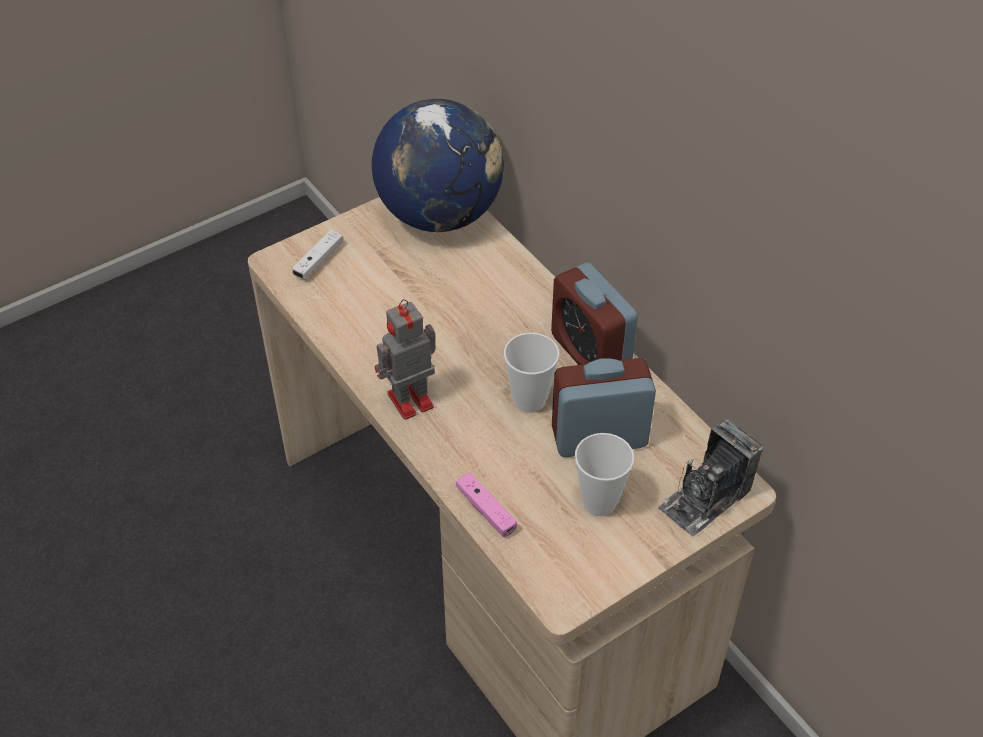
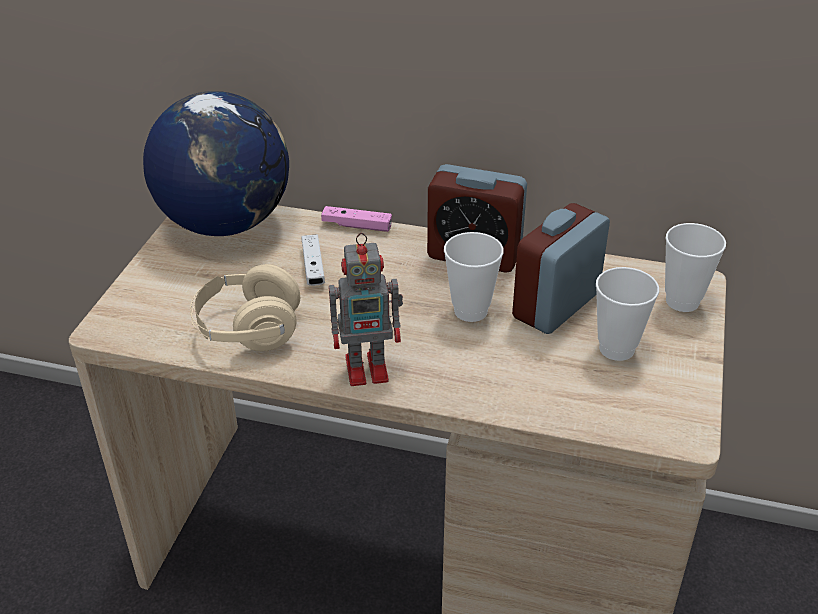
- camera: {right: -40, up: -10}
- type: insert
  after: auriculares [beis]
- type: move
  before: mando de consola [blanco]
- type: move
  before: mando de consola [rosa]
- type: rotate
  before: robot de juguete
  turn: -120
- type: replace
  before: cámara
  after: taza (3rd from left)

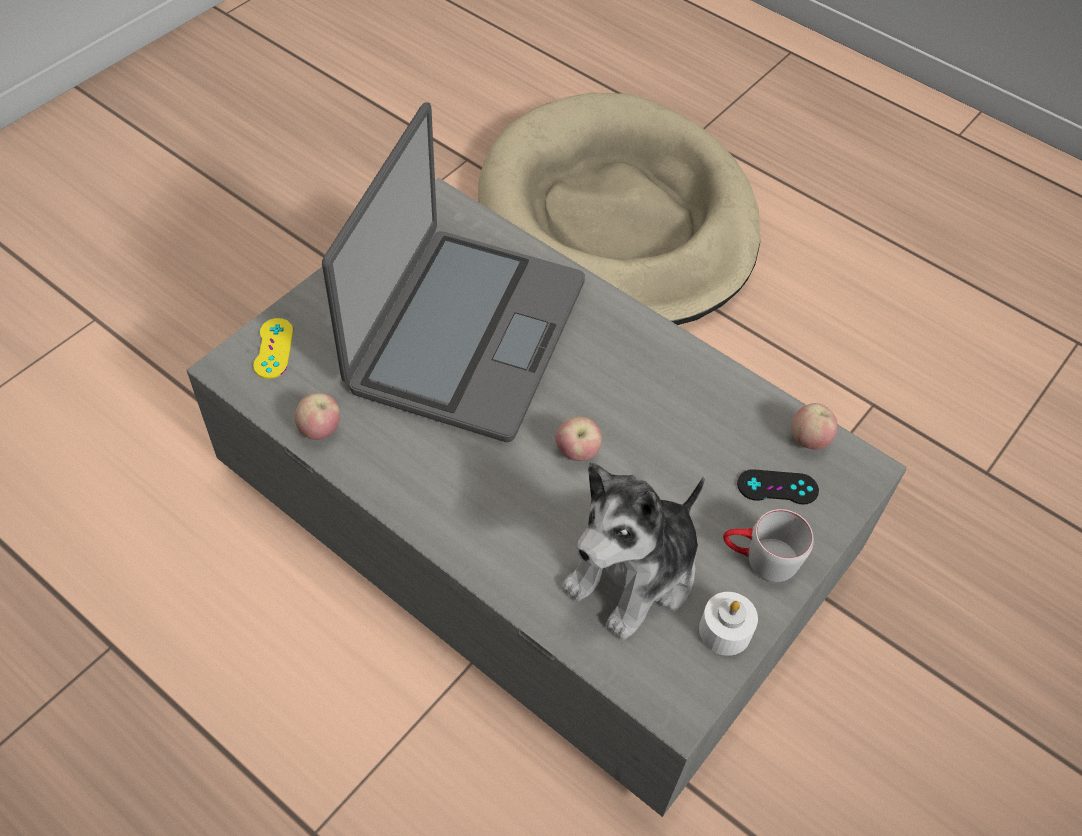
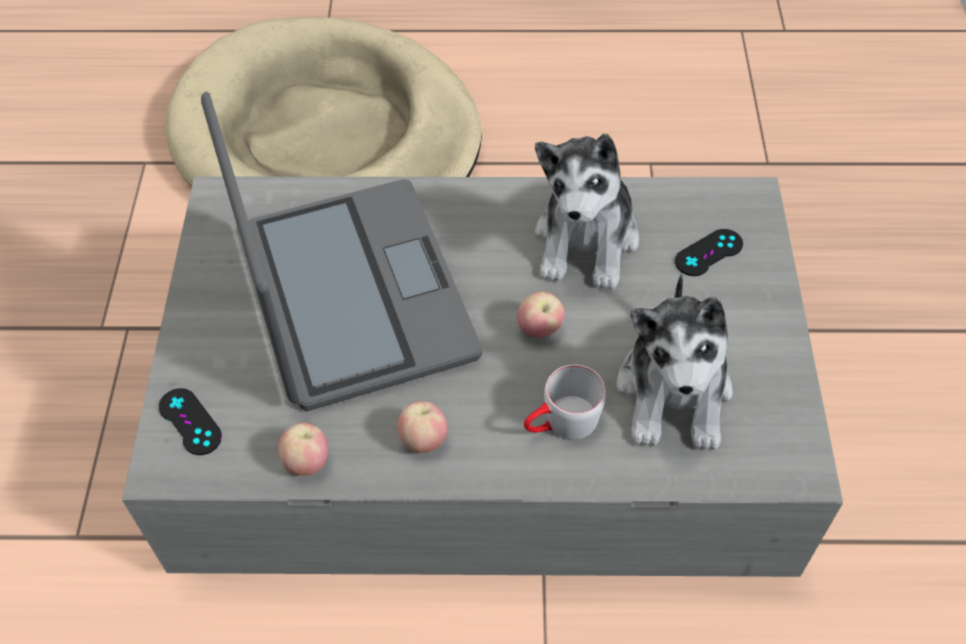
- camera: {right: -35, up: 0}
- type: recolor
  before: mando de consola [amarillo]
  after: mando de consola [negro] (1st from left)
- type: move
  before: manzana (3rd from left in the first image)
  after: manzana (2nd from left)
- type: move
  before: taza grande [gris]
- type: insert
  after: peluche (1st from left)
- type: delete
  before: vela [blanco]

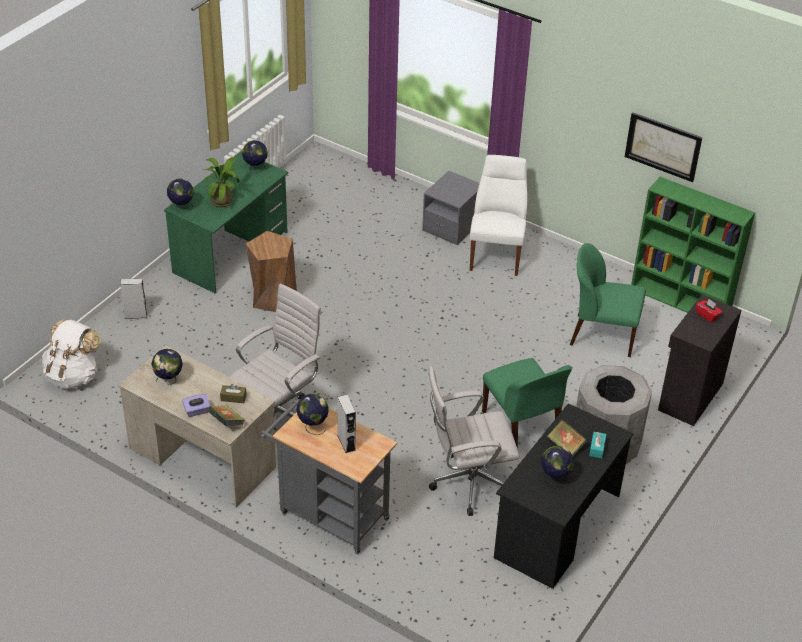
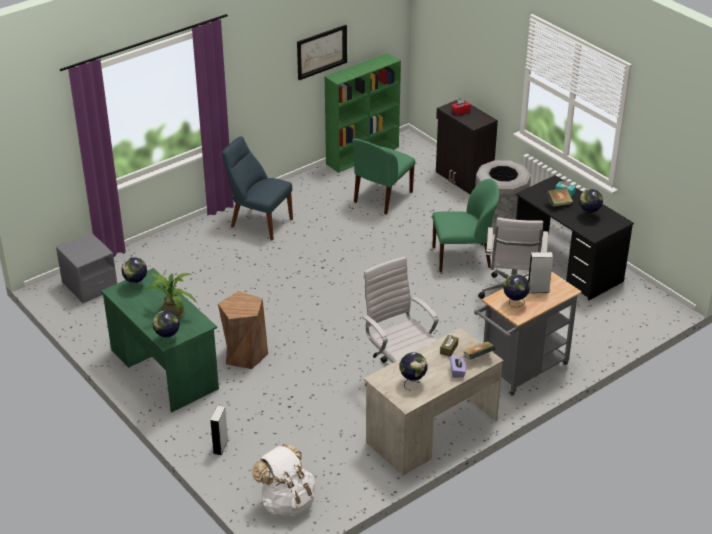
- camera: {right: -70, up: -5}
- type: move
  before: mesita de noche [gris]
- type: recolor
  before: silla [blanco]
  after: silla [azul]

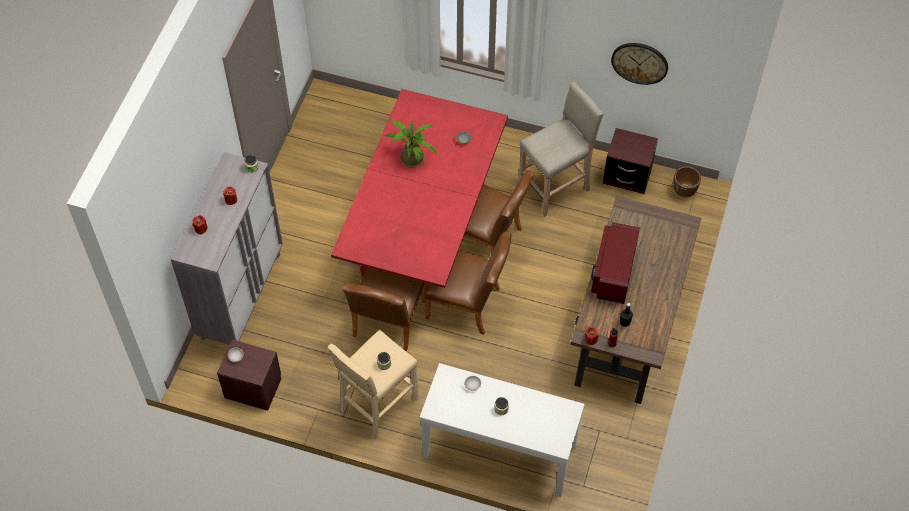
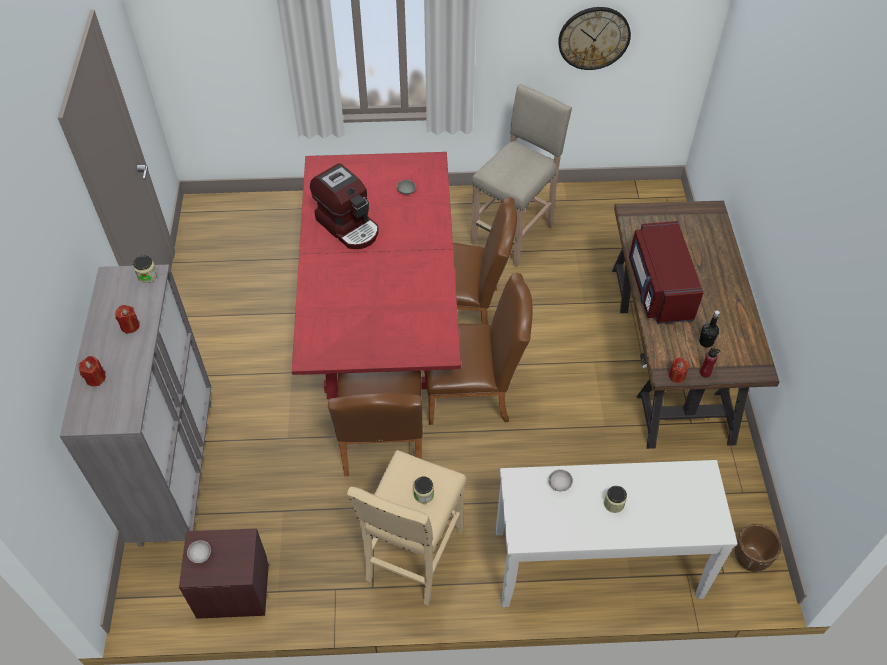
- camera: {right: -20, up: -5}
- type: replace
  before: planta en maceta
  after: cafetera
- type: move
  before: maceta [marrón]
- type: delete
  before: mesita de noche [marrón] (2nd from left)

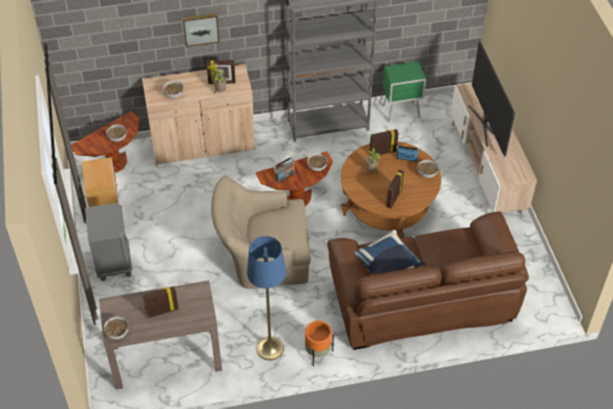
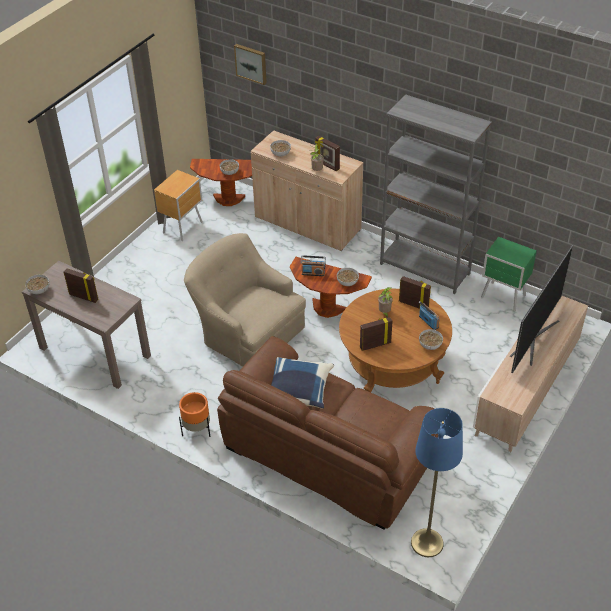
- camera: {right: 45, up: -5}
- type: move
  before: cuadro
- type: move
  before: lámpara de pie [azul]
- type: delete
  before: mesita de noche [gris]

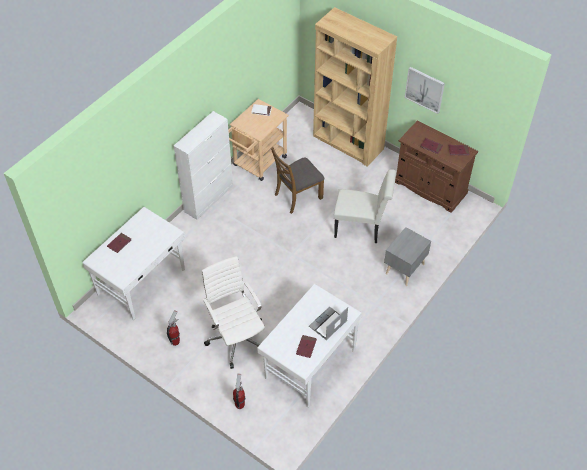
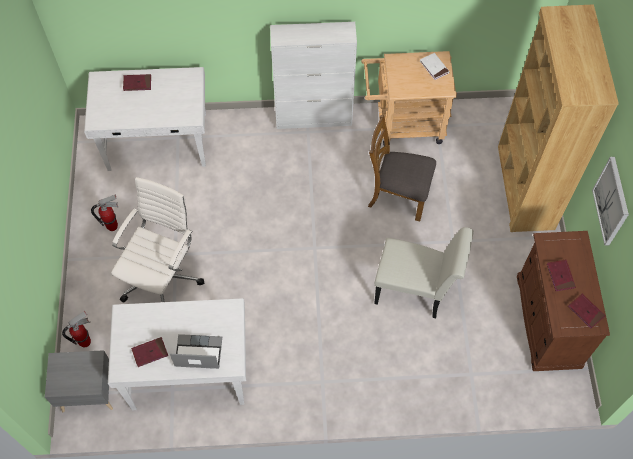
- camera: {right: 50, up: 10}
- type: move
  before: mesita de noche [gris]
- type: rotate
  before: silla [blanco]
  turn: -45

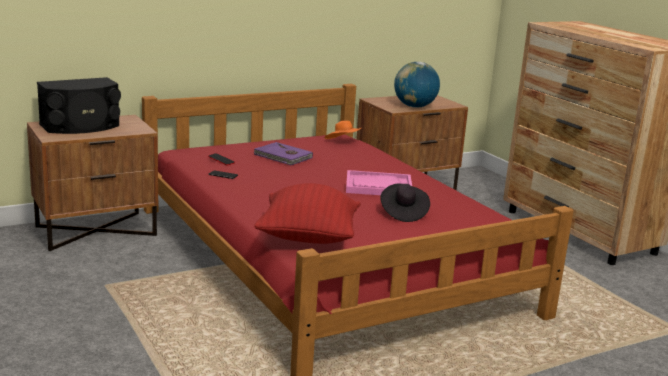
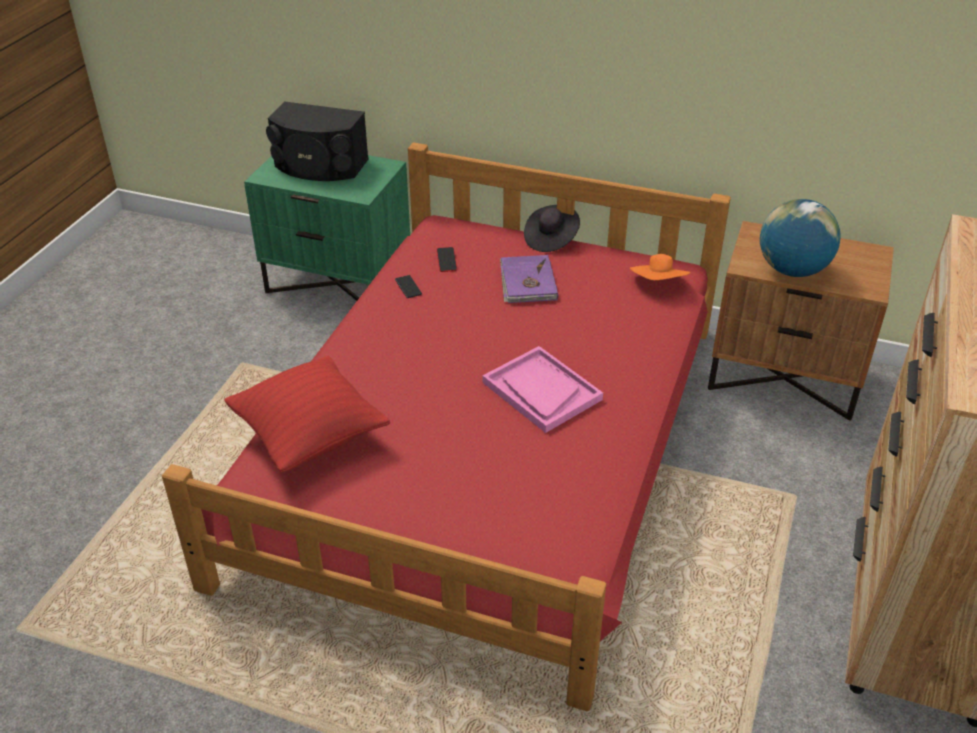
- camera: {right: 50, up: 20}
- type: recolor
  before: mesita de noche [marrón] (1st from left)
  after: mesita de noche [verde]
- type: move
  before: sombrero [negro]

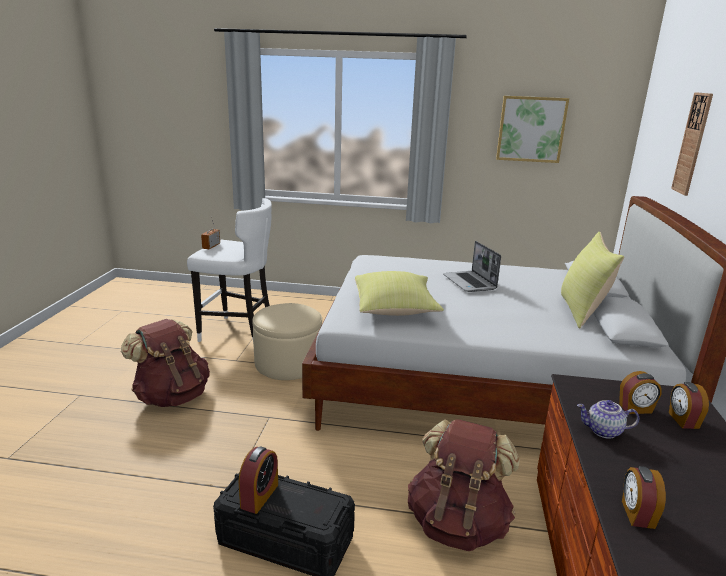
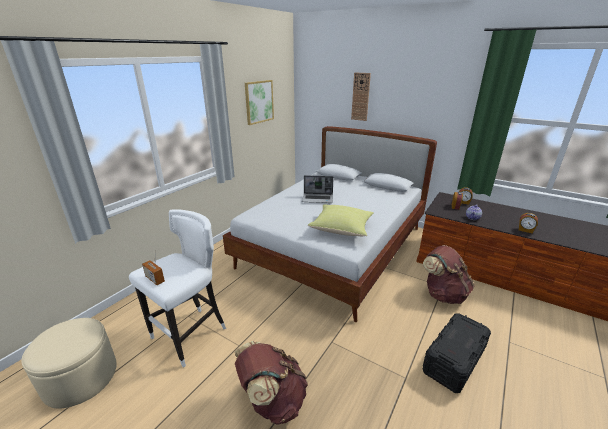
- camera: {right: -65, up: 5}
- type: move
  before: puf [beis]
- type: delete
  before: despertador (1st from left)
- type: delete
  before: cojín [amarillo] (2nd from left)

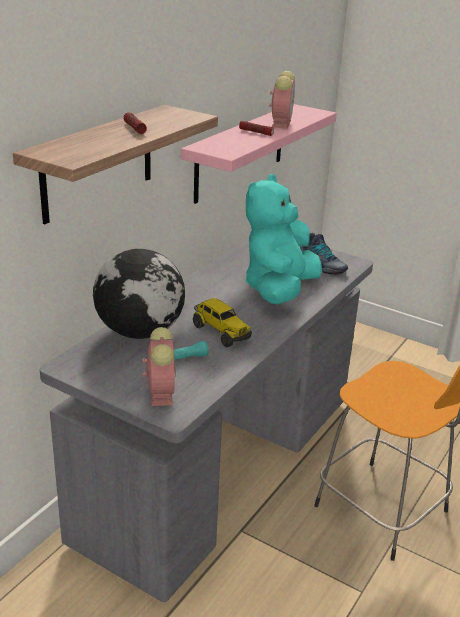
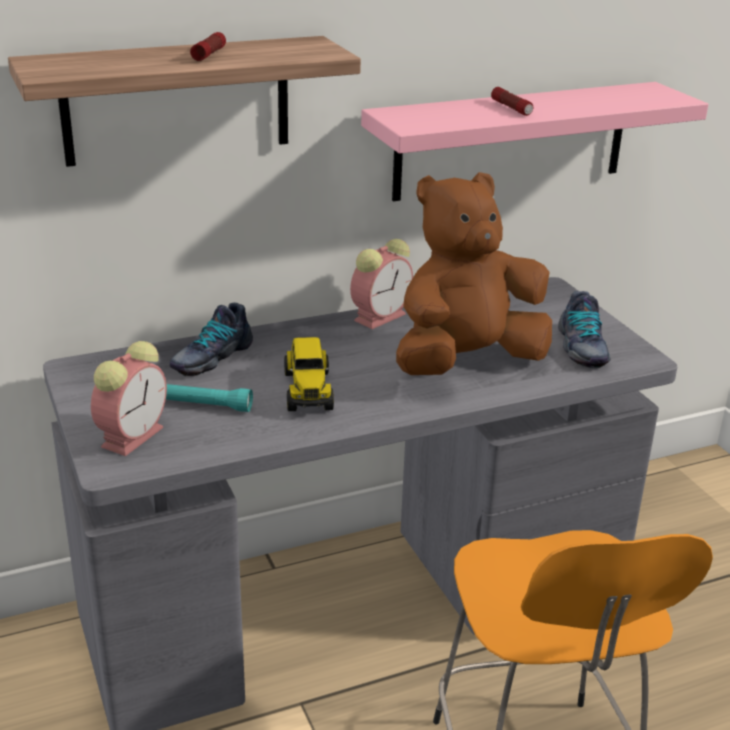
- camera: {right: 35, up: 0}
- type: replace
  before: globo terráqueo
  after: zapato (1st from left)
- type: move
  before: despertador (2nd from left)
- type: recolor
  before: peluche [turquesa]
  after: peluche [marrón]

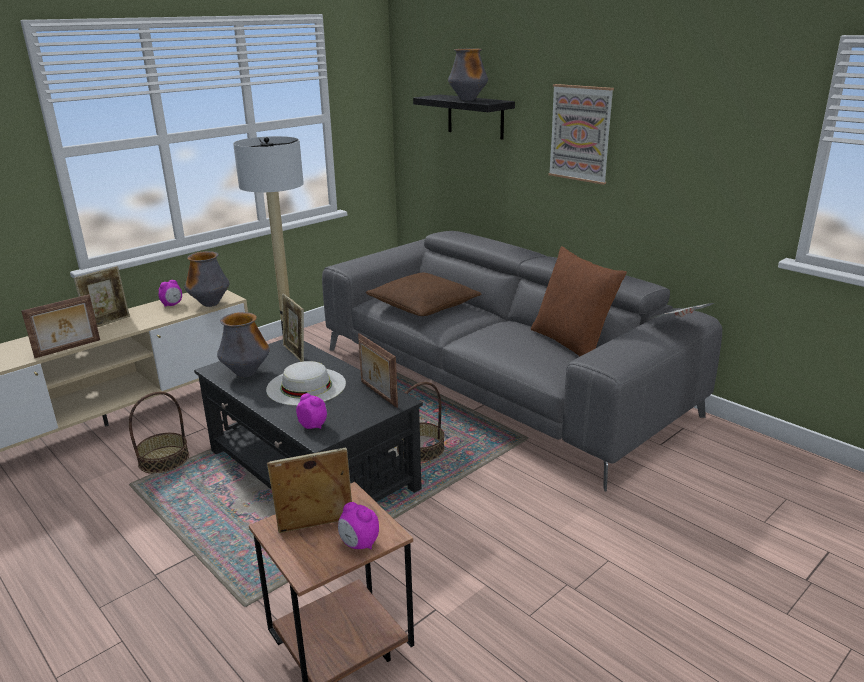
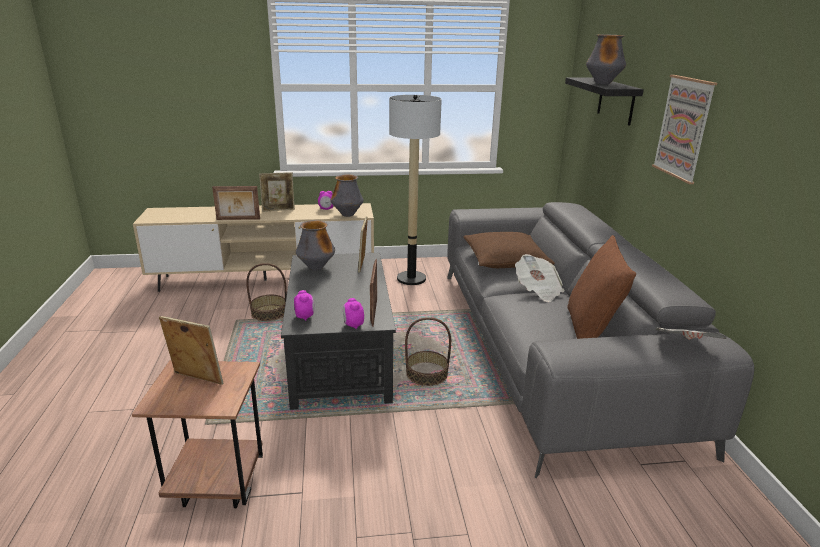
- camera: {right: 35, up: 0}
- type: move
  before: despertador (3rd from left)
- type: insert
  after: periódico (1st from left)
- type: delete
  before: sombrero [blanco]

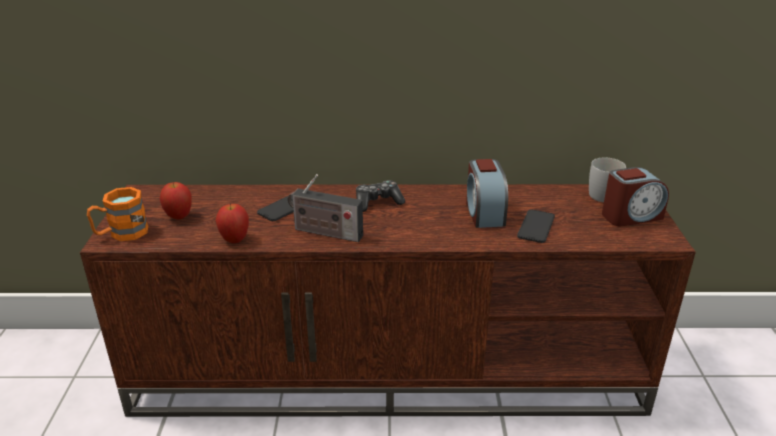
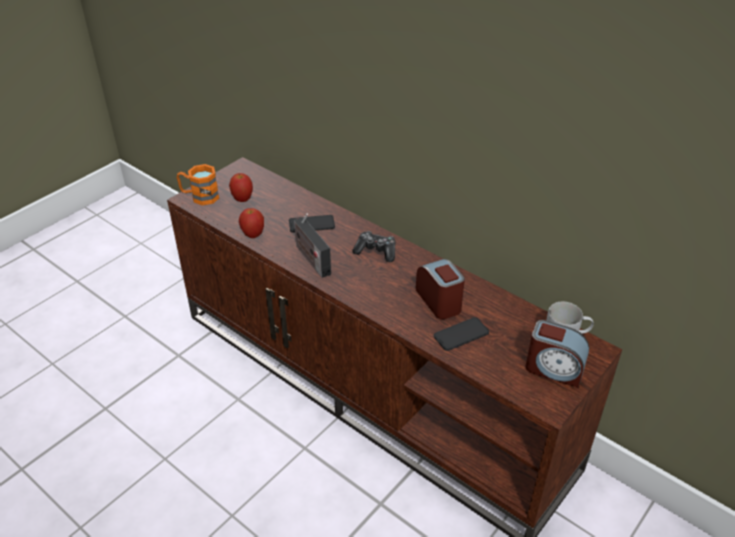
- camera: {right: 40, up: 10}
- type: rotate
  before: despertador (1st from left)
  turn: 120

